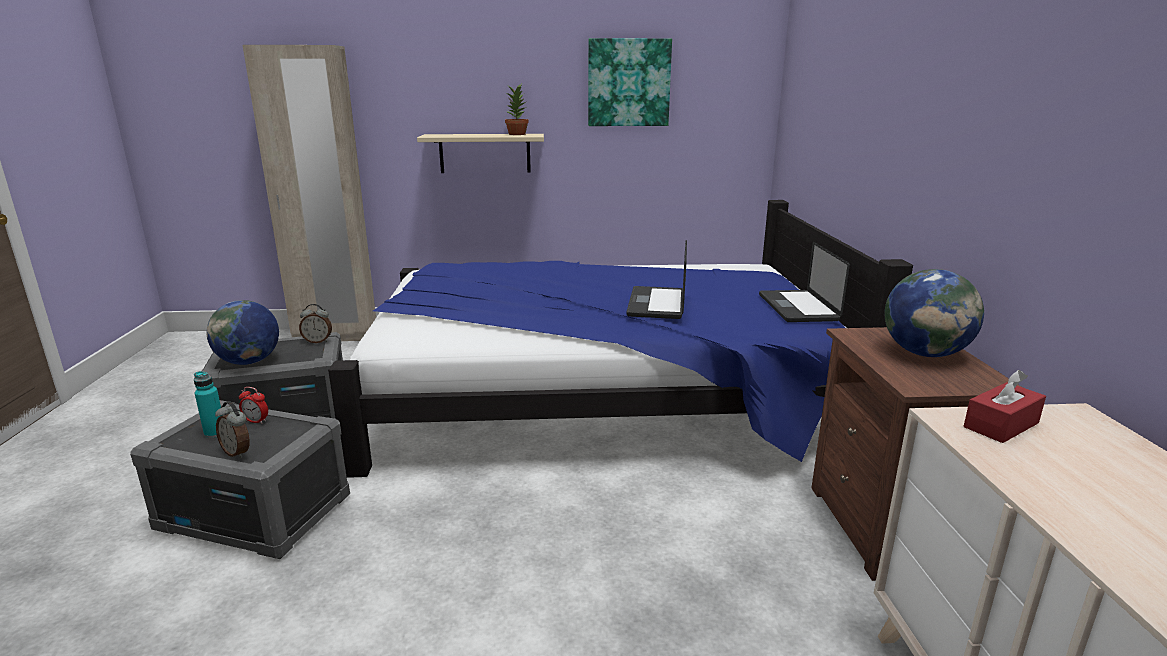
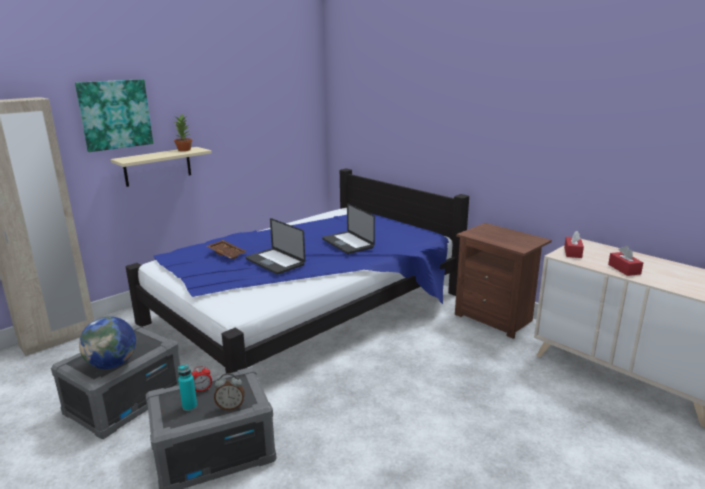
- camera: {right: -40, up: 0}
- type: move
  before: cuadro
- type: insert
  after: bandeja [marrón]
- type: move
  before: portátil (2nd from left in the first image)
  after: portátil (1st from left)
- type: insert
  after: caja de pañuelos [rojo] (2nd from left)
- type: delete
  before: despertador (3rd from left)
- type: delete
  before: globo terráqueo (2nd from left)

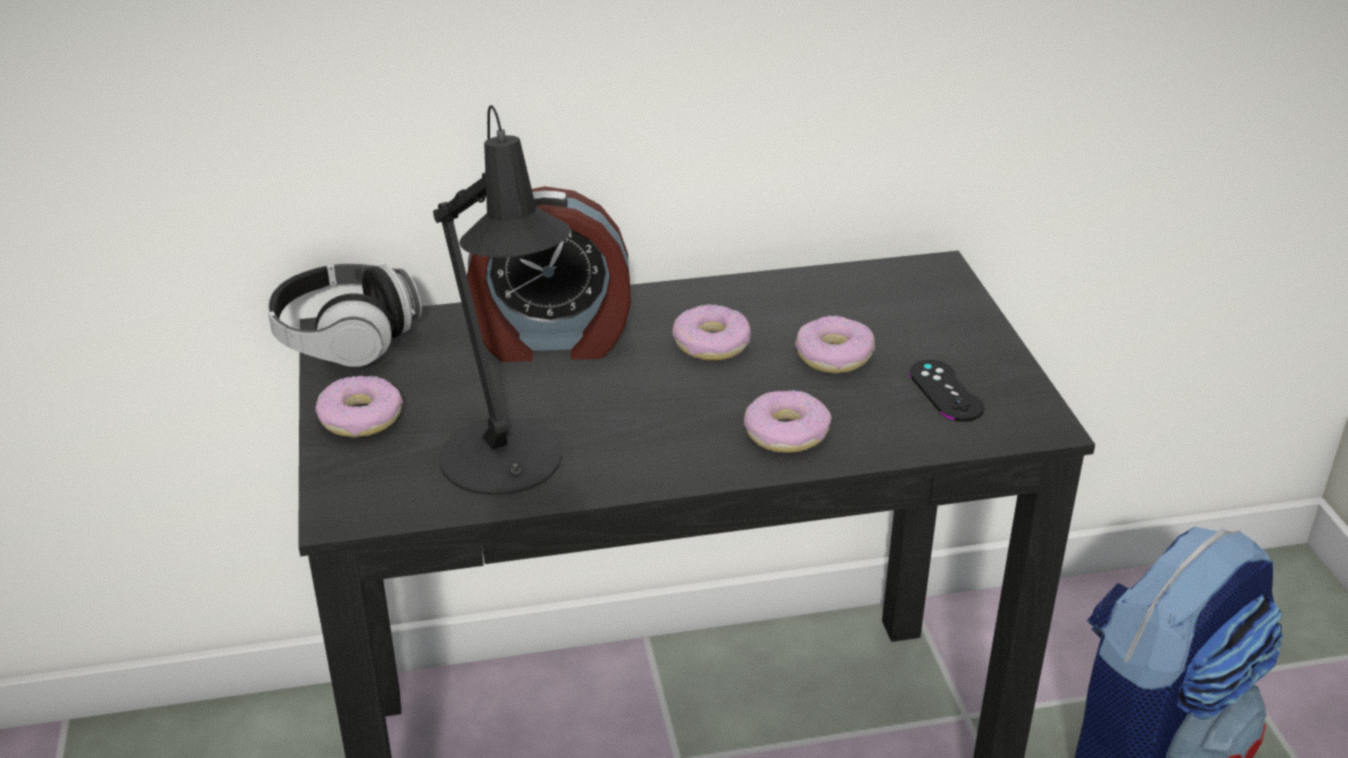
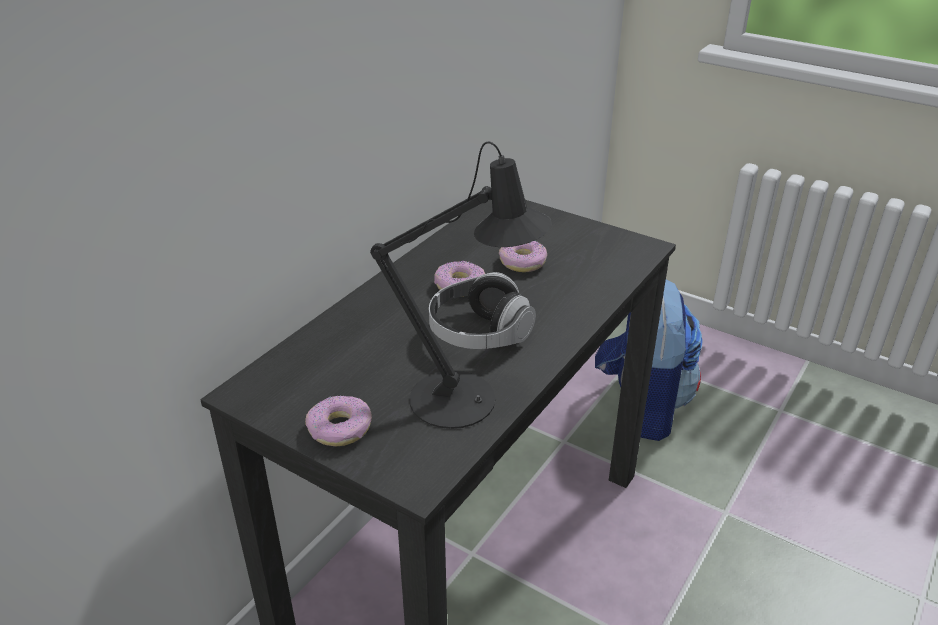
- camera: {right: -45, up: 0}
- type: move
  before: auriculares
- type: delete
  before: despertador
- type: delete
  before: rosquilla (3rd from left)
- type: delete
  before: mando de consola [negro]

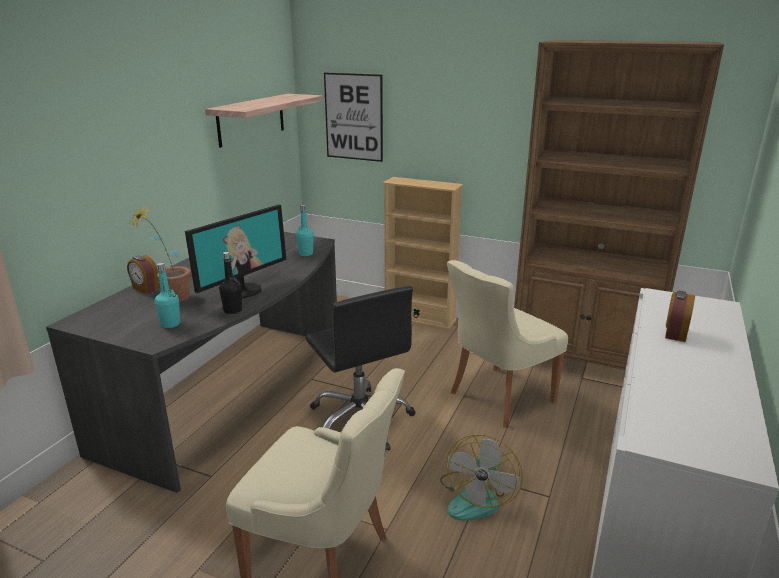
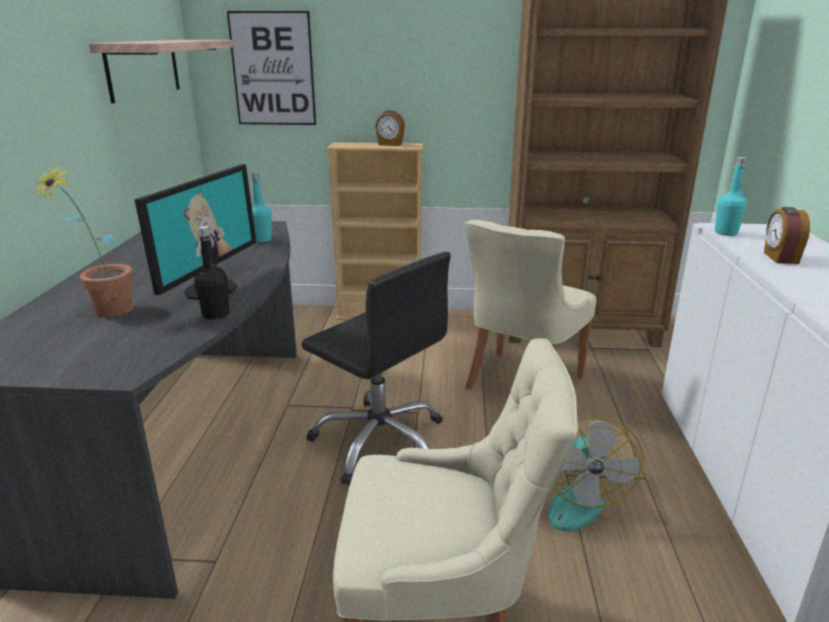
- camera: {right: -20, up: 0}
- type: move
  before: despertador (1st from left)
- type: move
  before: botella [turquesa] (1st from left in the first image)
  after: botella [turquesa] (2nd from left)

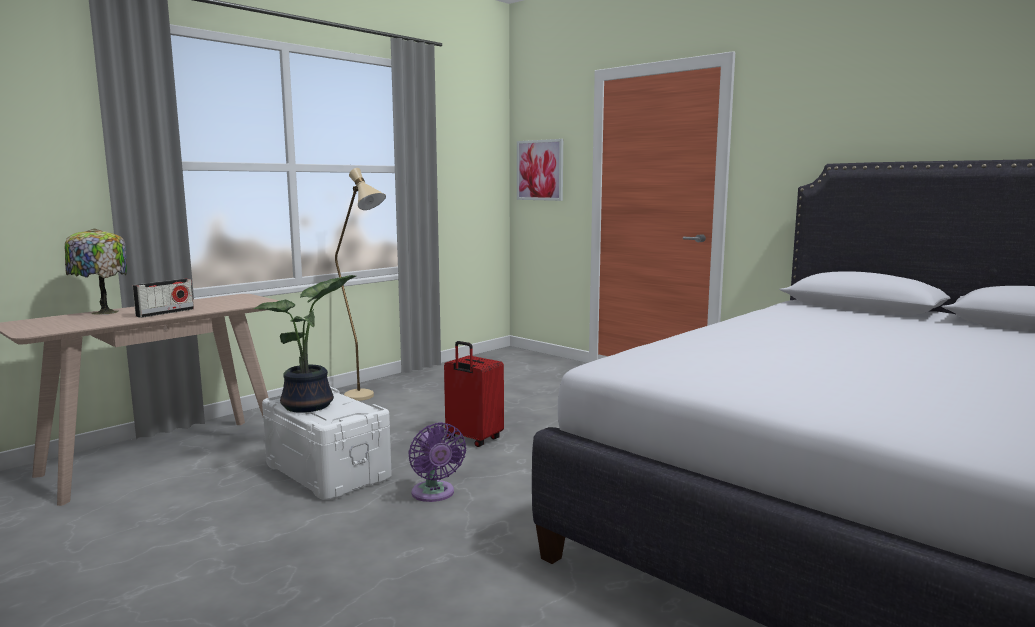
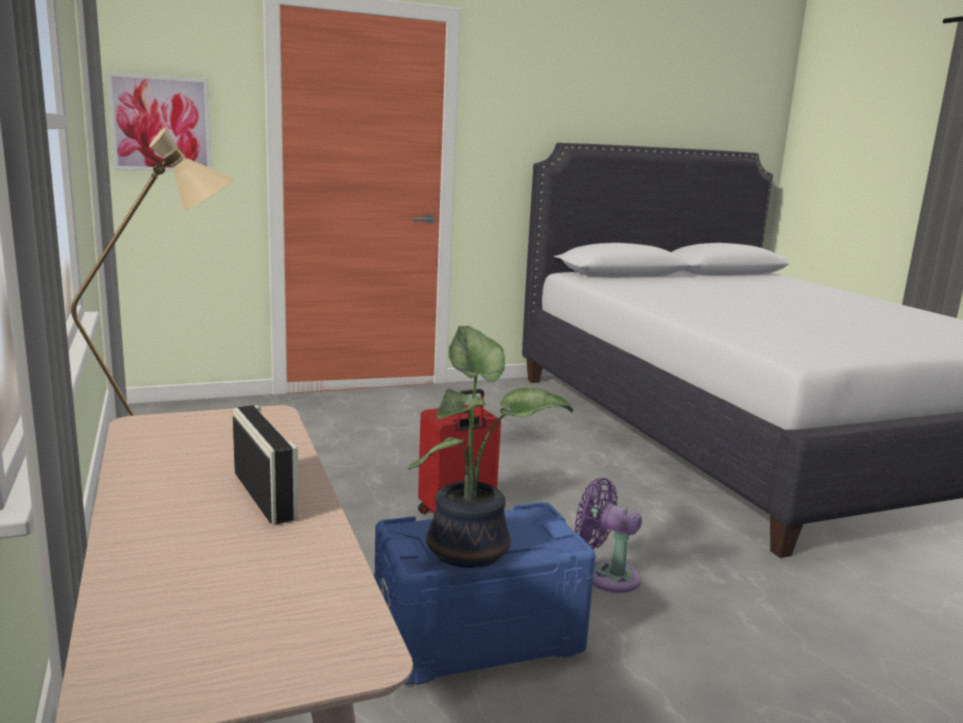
- camera: {right: -65, up: 5}
- type: recolor
  before: caja de almacenaje [blanco]
  after: caja de almacenaje [azul]
- type: rotate
  before: ventilador [morado]
  turn: -150
- type: delete
  before: lámpara de mesa

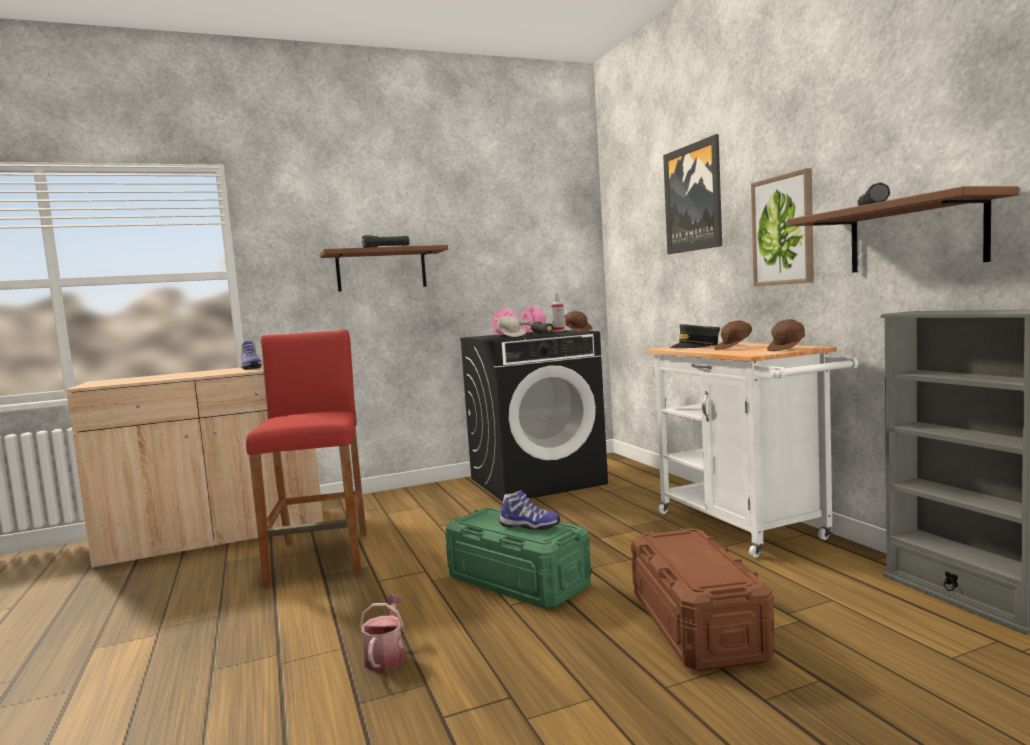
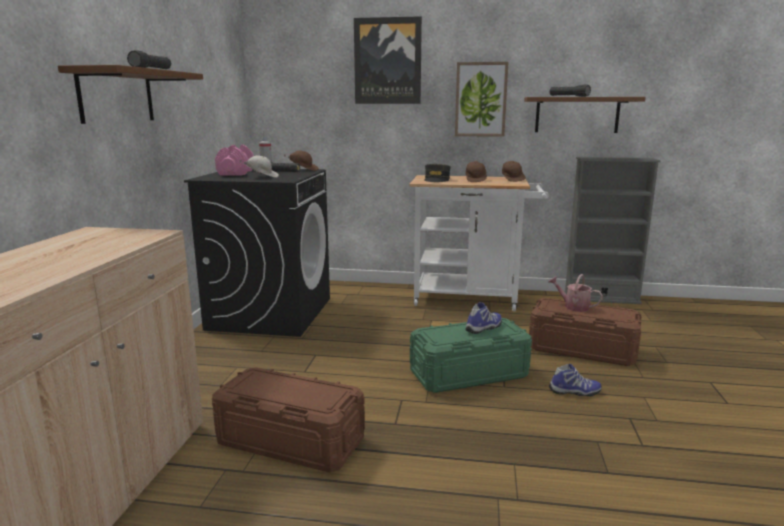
- camera: {right: -60, up: 10}
- type: replace
  before: taburete [rojo]
  after: caja de almacenaje [marrón] (1st from left)
- type: move
  before: regadera
- type: move
  before: zapato (1st from left in the first image)
  after: zapato (2nd from left)

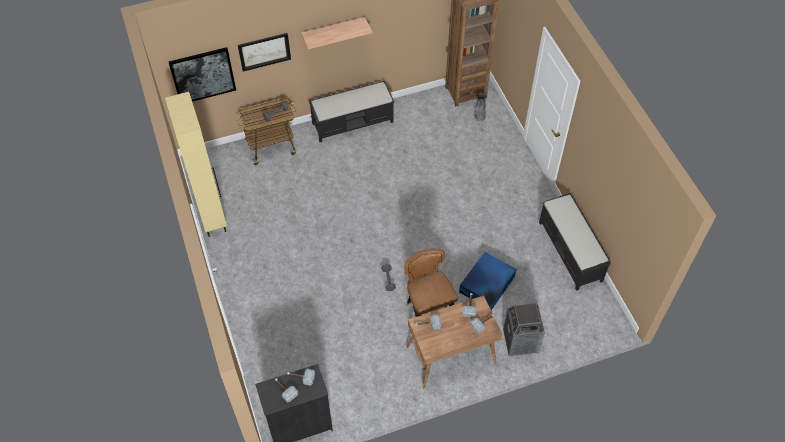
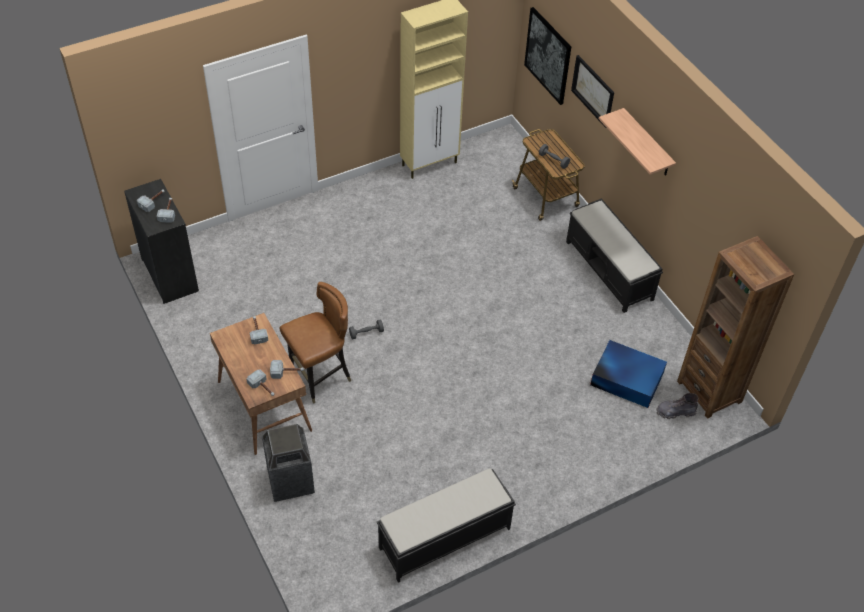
- camera: {right: 80, up: -5}
- type: move
  before: caja de almacenaje [azul]

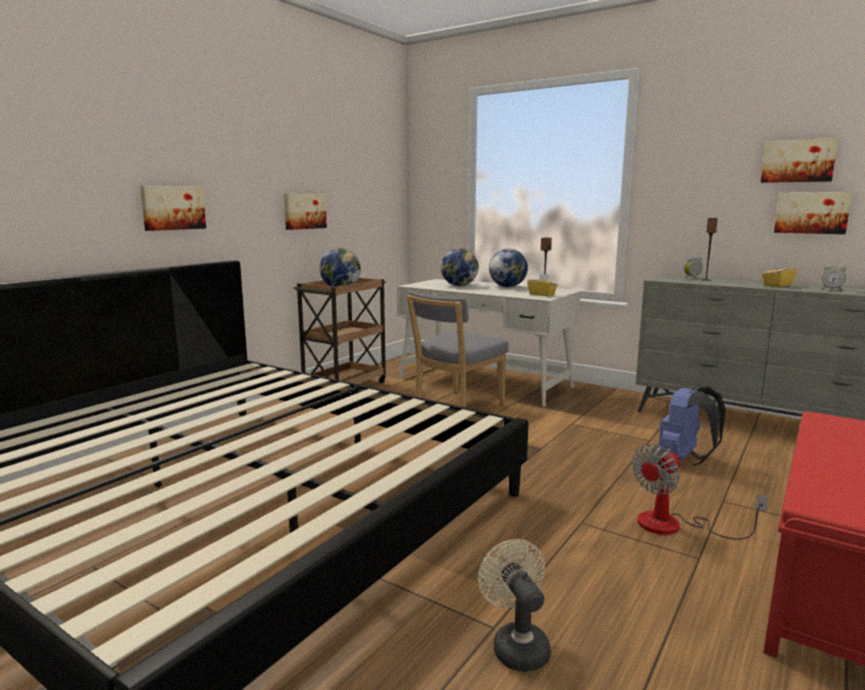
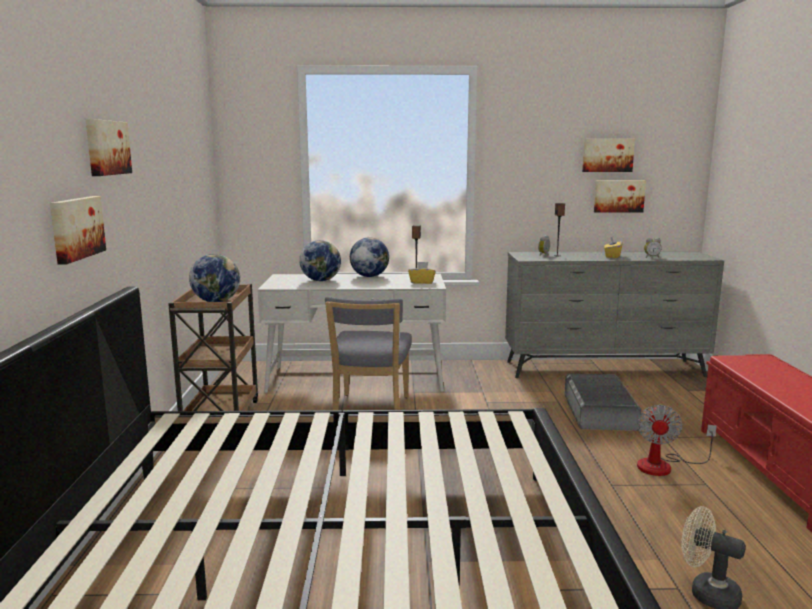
- camera: {right: -35, up: 0}
- type: move
  before: cuadro (2nd from left)
- type: replace
  before: mochila [azul]
  after: caja de almacenaje [gris]

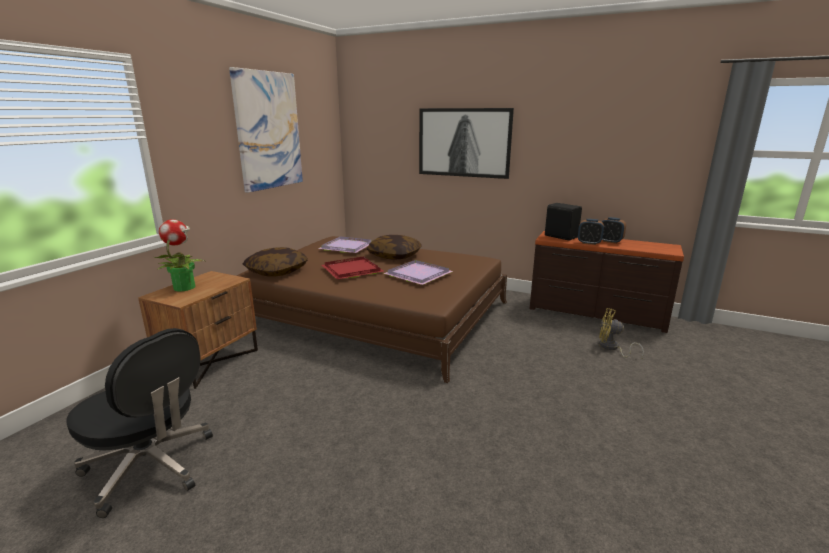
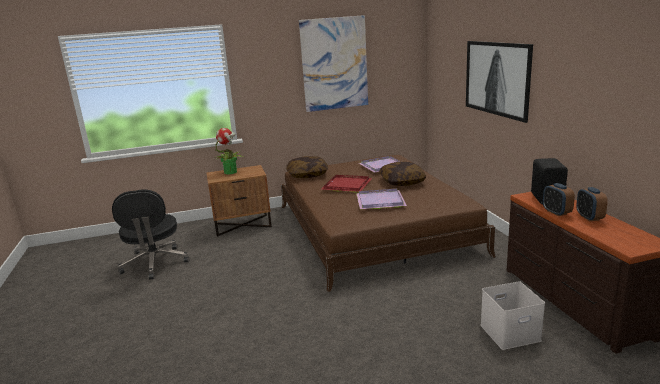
- camera: {right: 50, up: 0}
- type: replace
  before: ventilador [amarillo]
  after: caja de almacenaje [blanco]

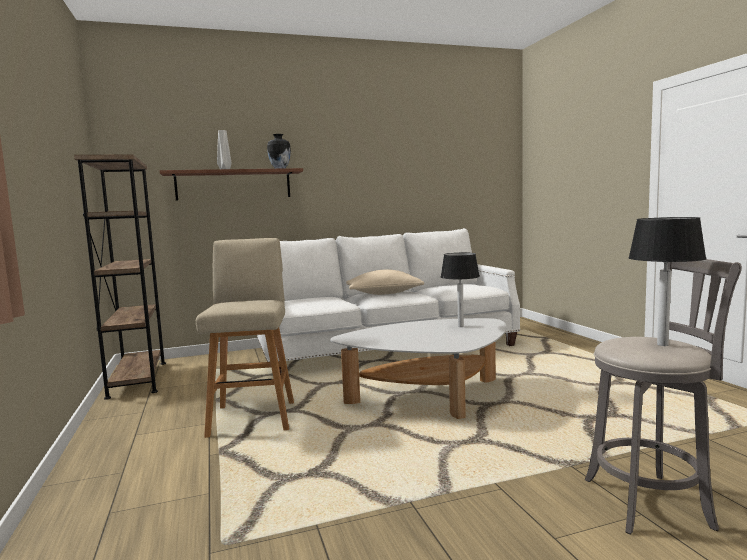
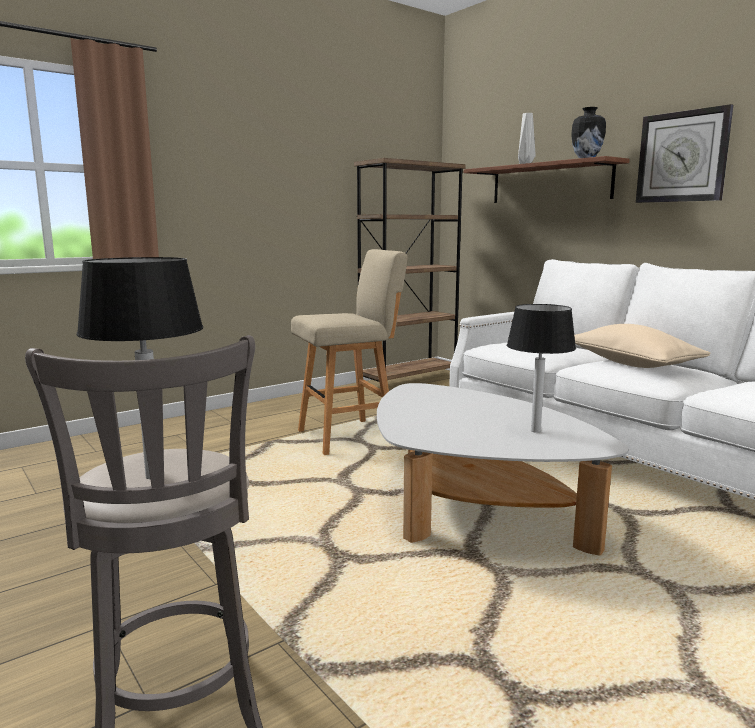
- camera: {right: 70, up: 5}
- type: insert
  after: reloj de pared

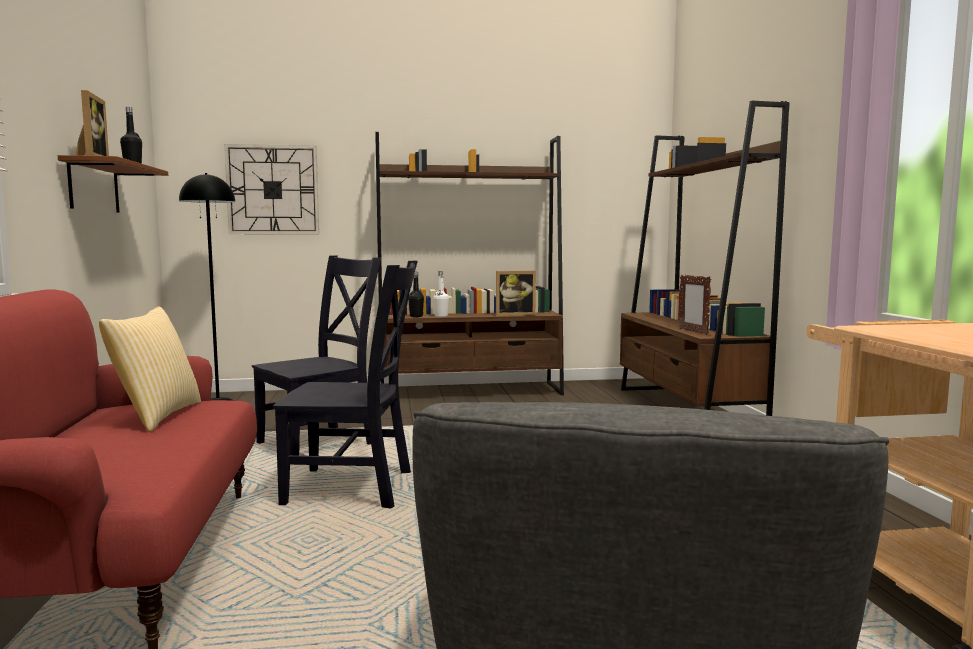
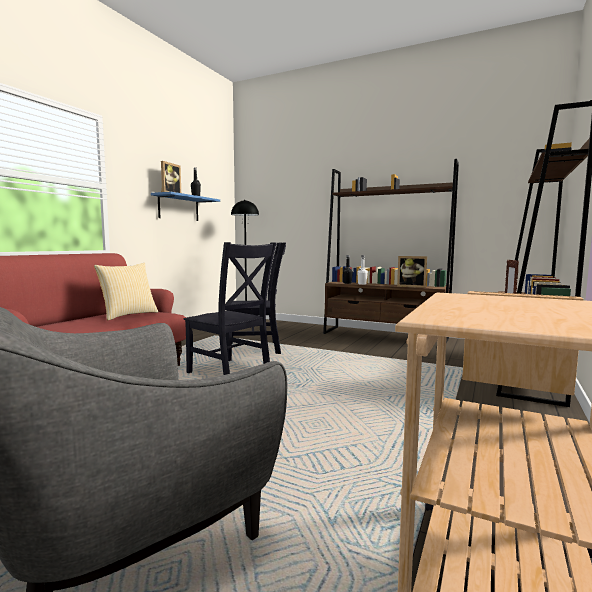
- camera: {right: 35, up: 0}
- type: recolor
  before: estante [marrón]
  after: estante [azul]
- type: delete
  before: reloj de pared

